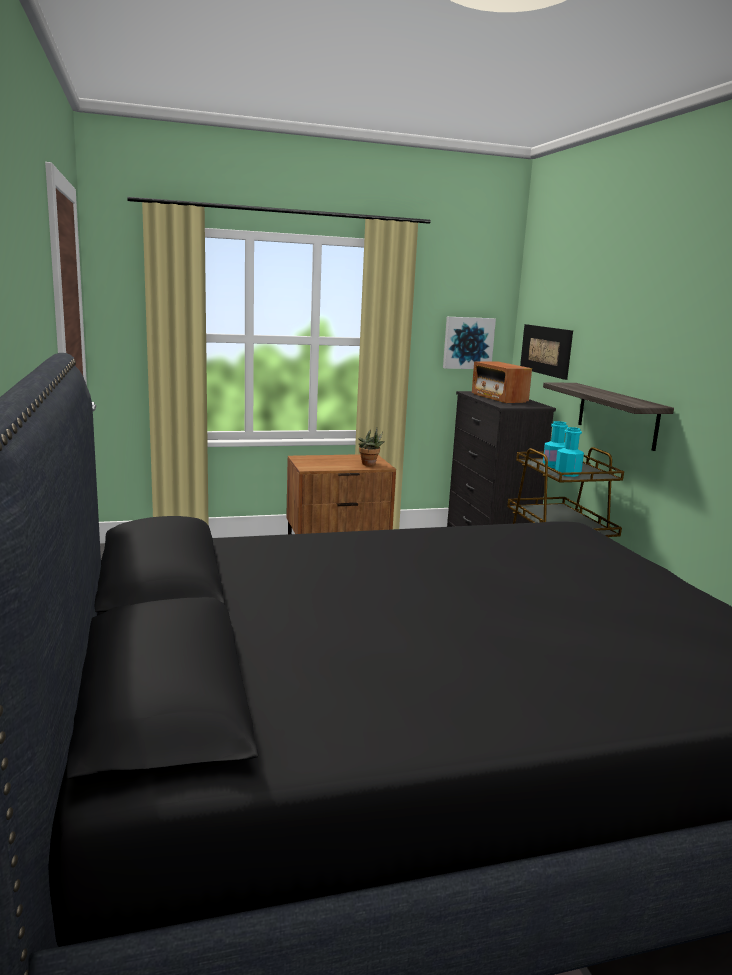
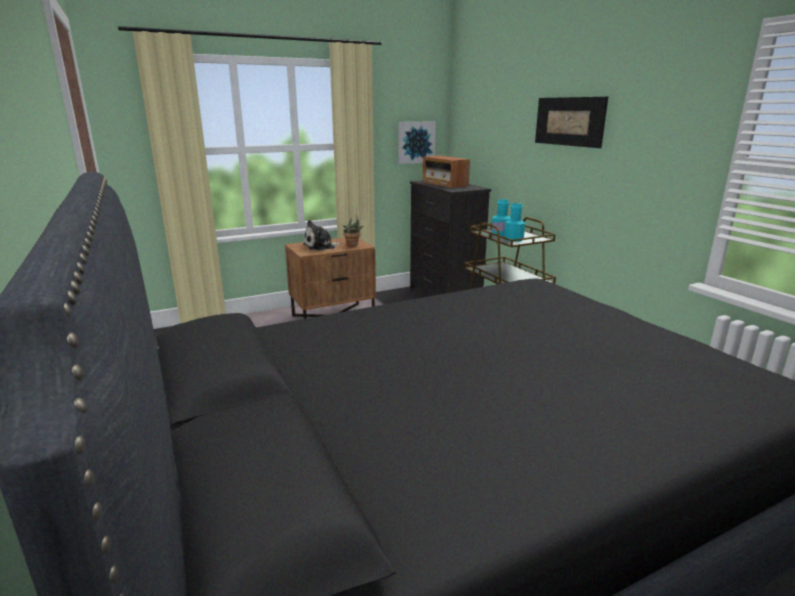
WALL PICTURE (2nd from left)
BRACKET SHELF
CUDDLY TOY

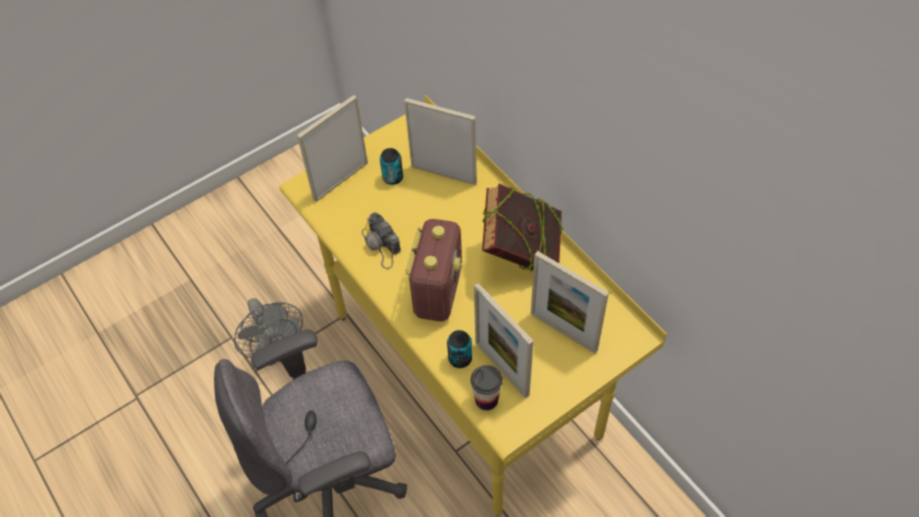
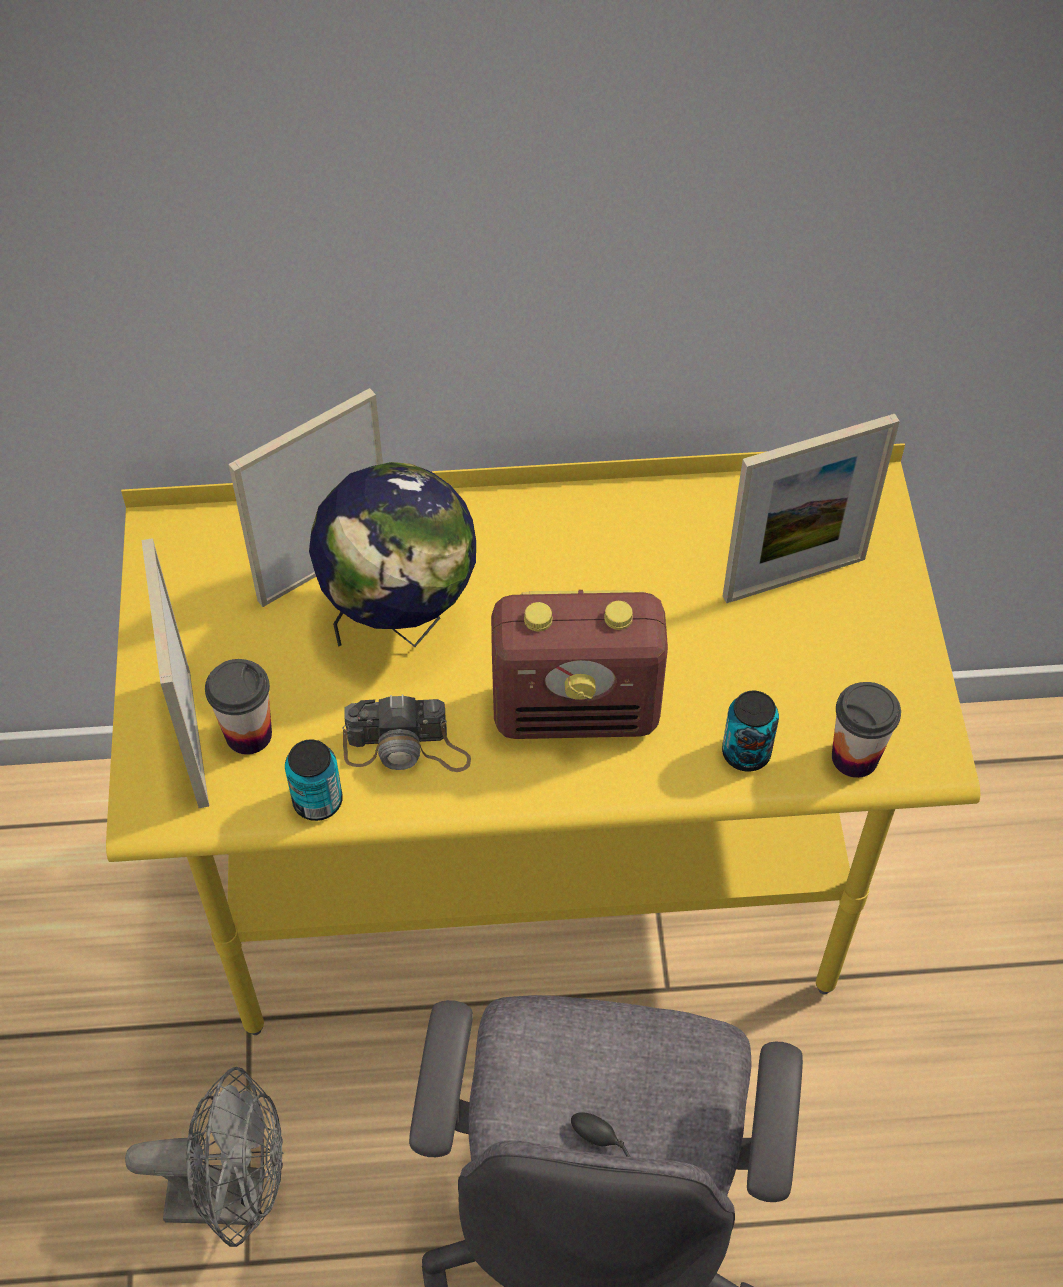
CAN (1st from left)
BOOK
RADIO RECEIVER
PICTURE FRAME (3rd from left in the first image)
GLOBE
SMALL CUP (1st from left)

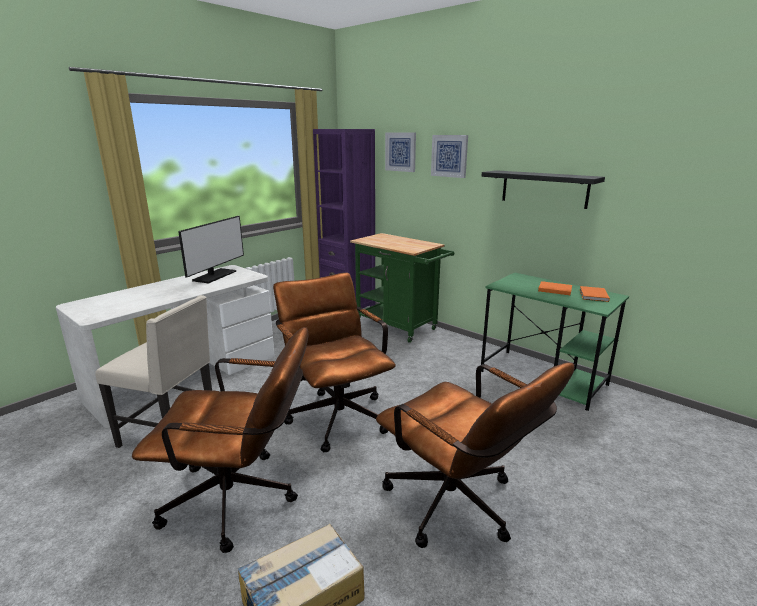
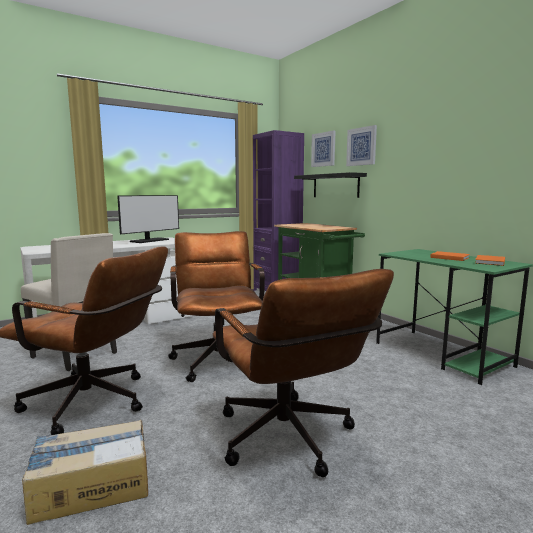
BLACK BRACKET SHELF

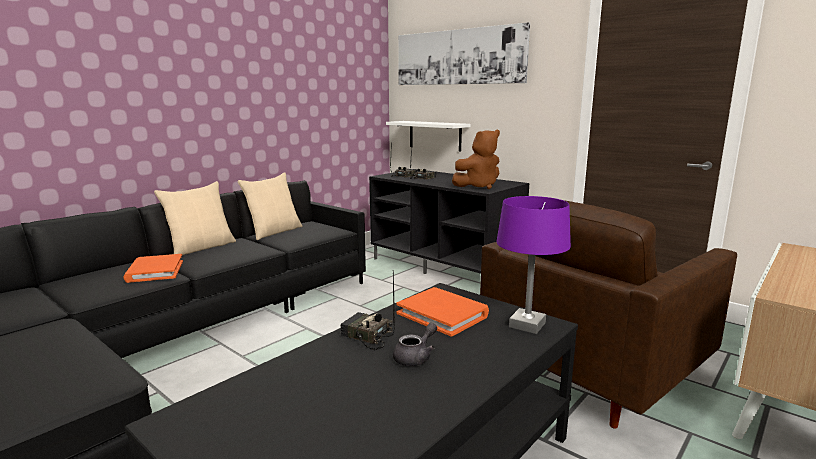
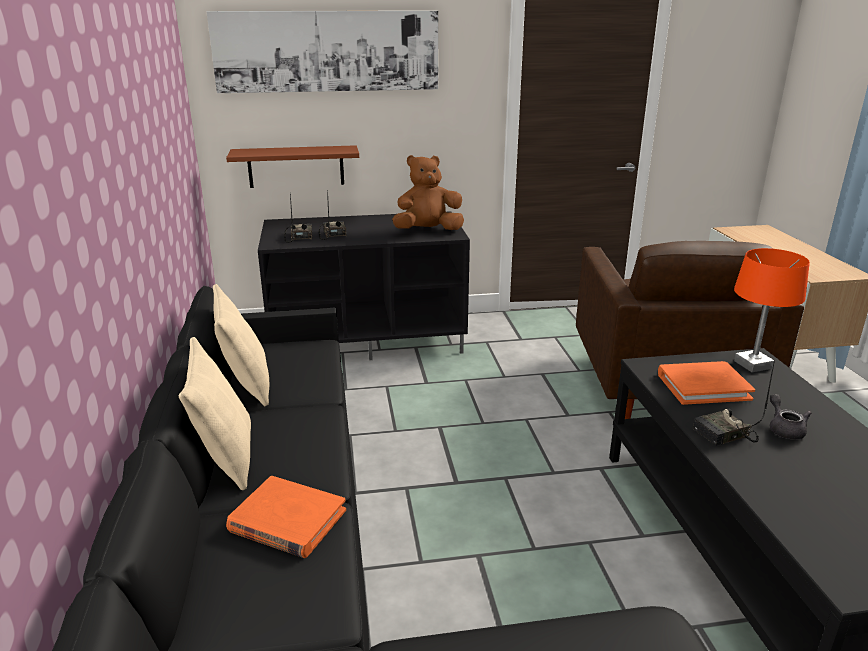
BROWNISH BRACKET SHELF
BROWNISH CUDDLY TOY
ORANGE TABLETOP LAMP

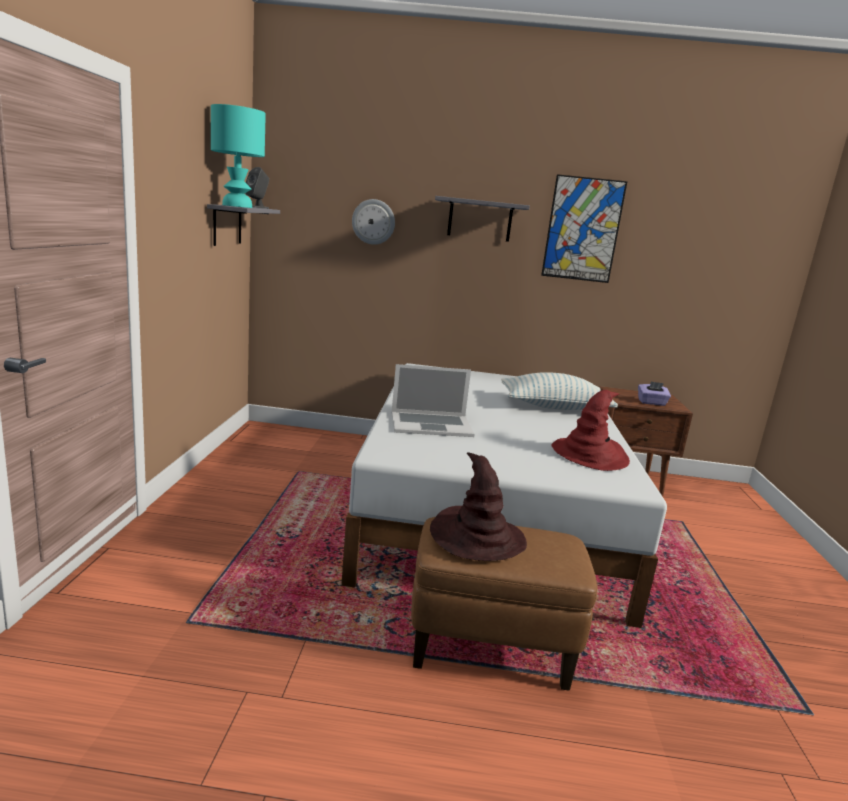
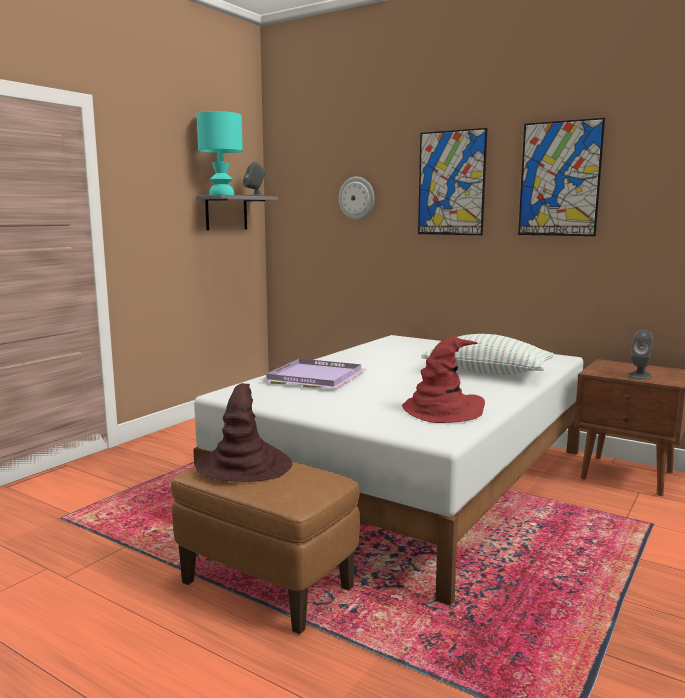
WALL PICTURE (1st from left)
PURPLISH SERVING TRAY
GREY LOUDSPEAKER (2nd from left)

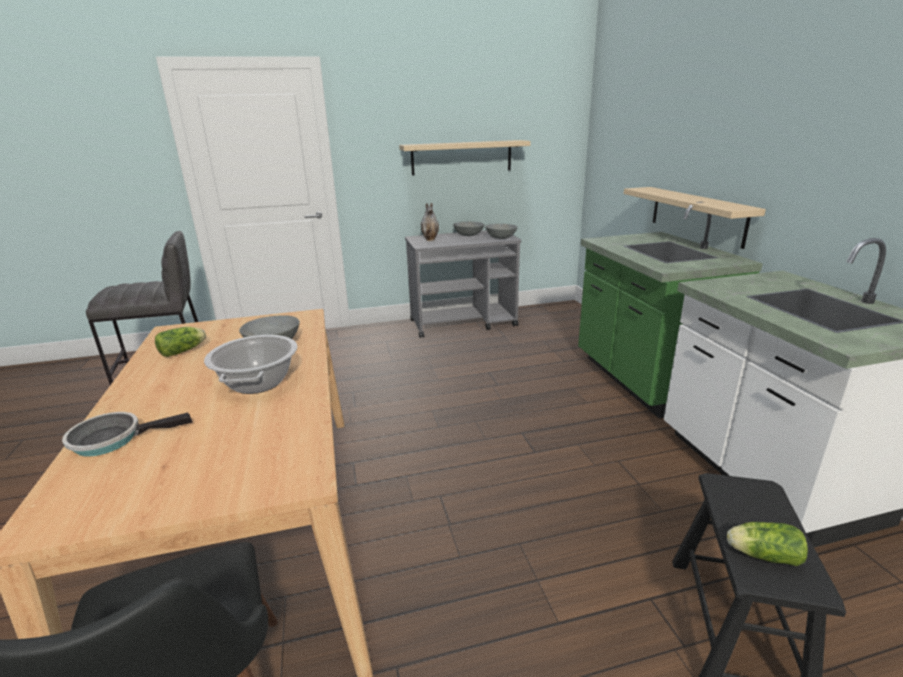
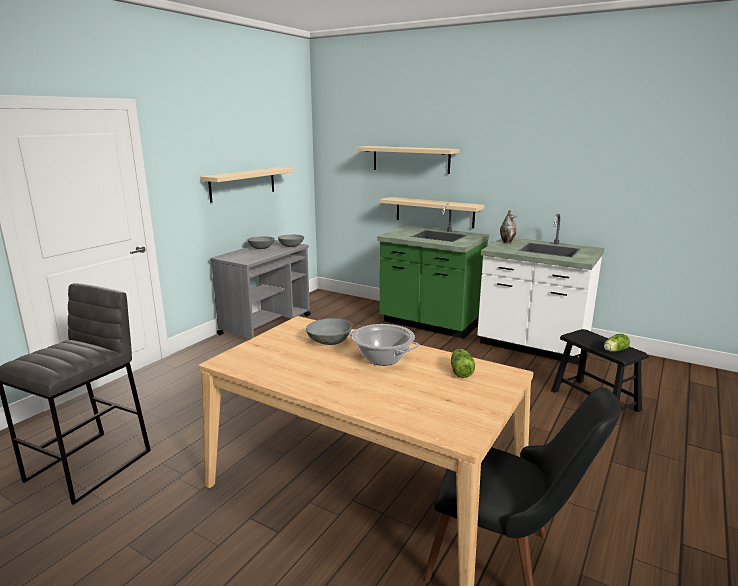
FLOWER VASE
HEAD OF LETTUCE (1st from left)
PAN
BEIGE-COLOURED BRACKET SHELF (2nd from left)

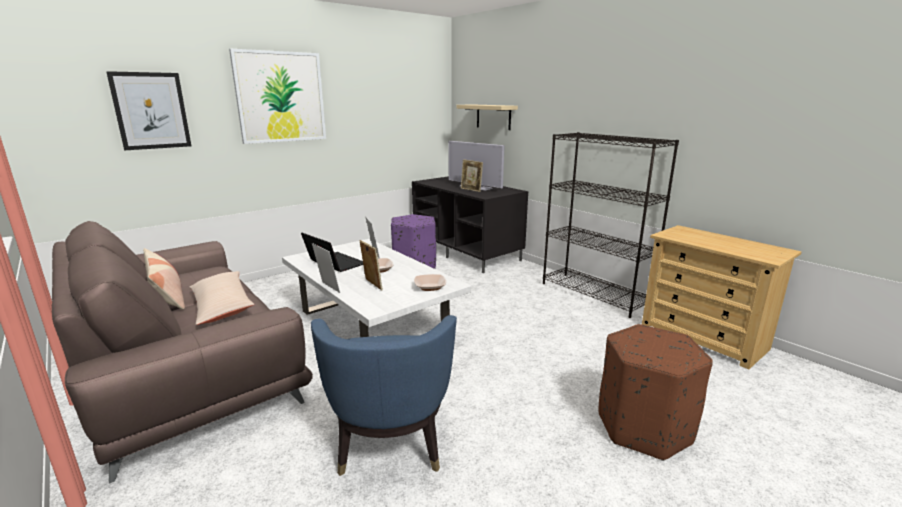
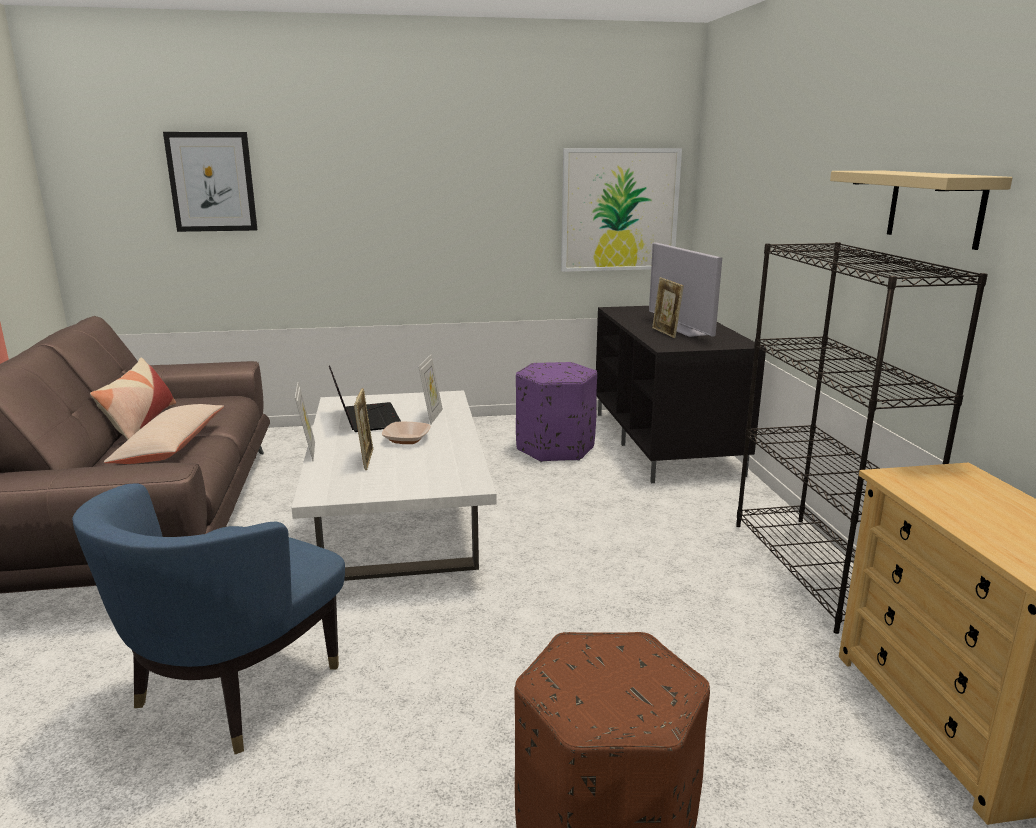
WALL PICTURE (2nd from left)
BEIGE-COLOURED BRACKET SHELF
BOWL (2nd from left in the first image)

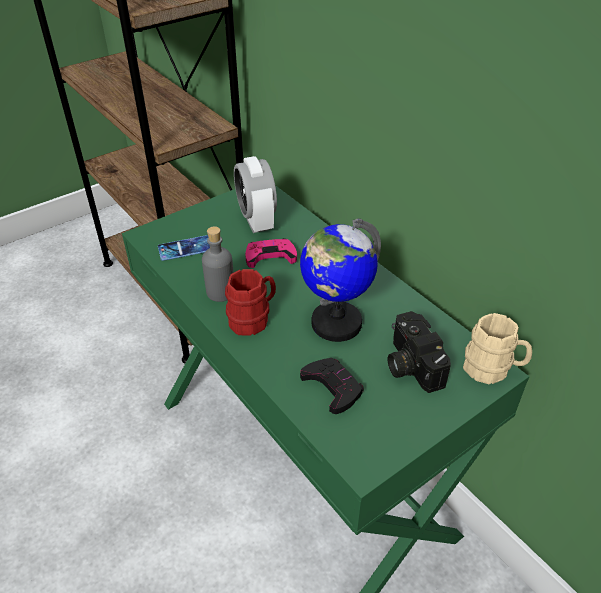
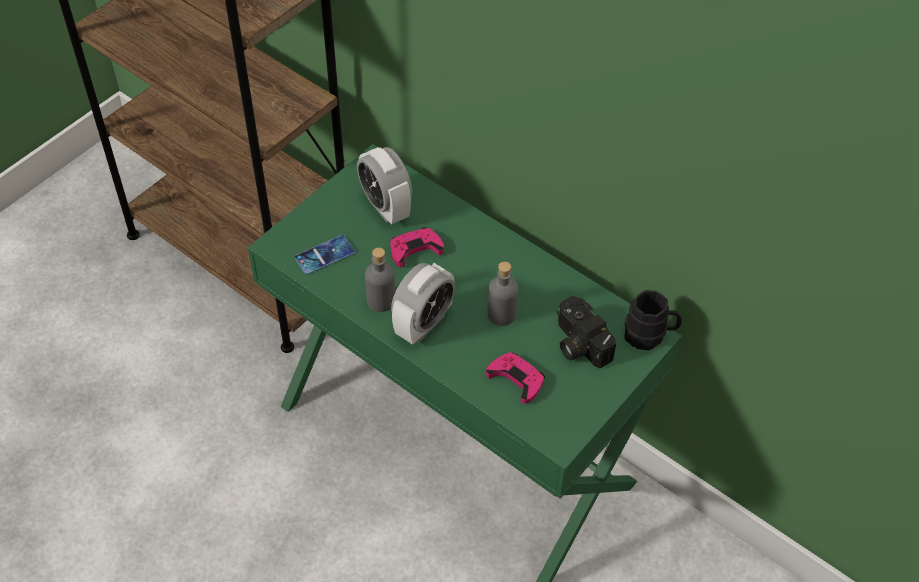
GREY DRINK BOTTLE (2nd from left)
ALARM CLOCK (2nd from left)
BLACK MUG
PINK-COLOURED JOYPAD (2nd from left)

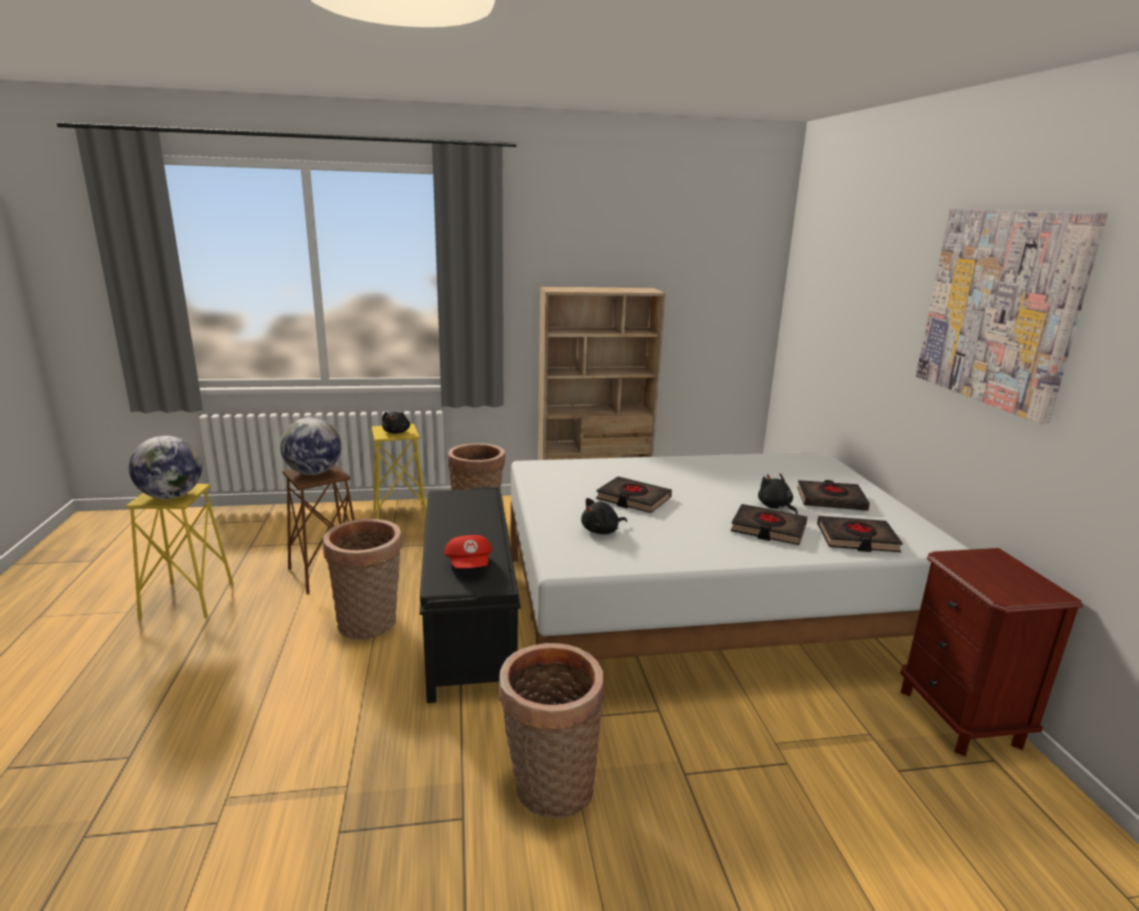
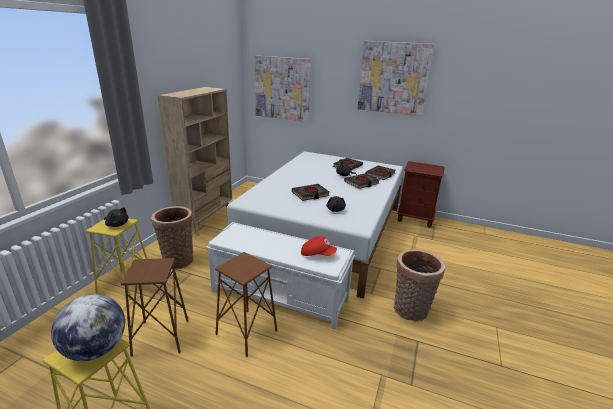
GLOBE (2nd from left in the first image)
WHITE-COLOURED BENCH
BROWNISH STOOL (2nd from left)
WALL PICTURE (1st from left)

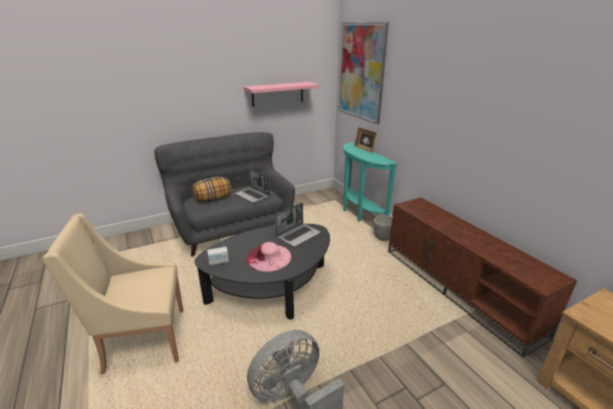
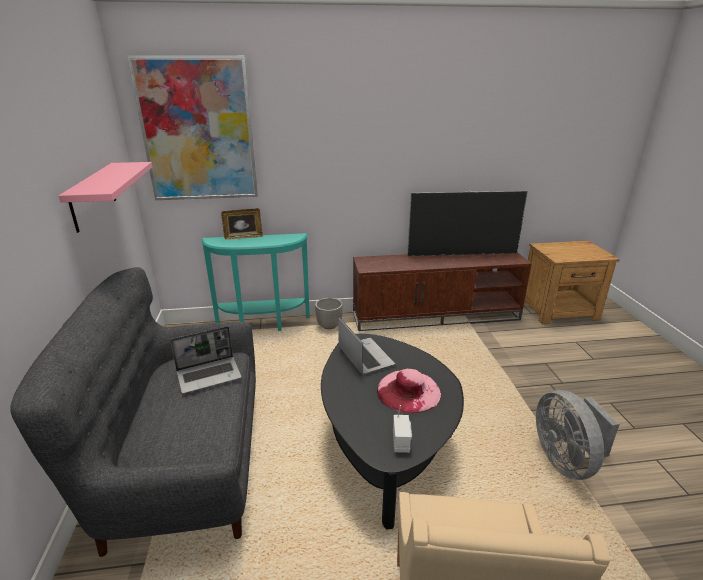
CUSHION
TELEVISION

